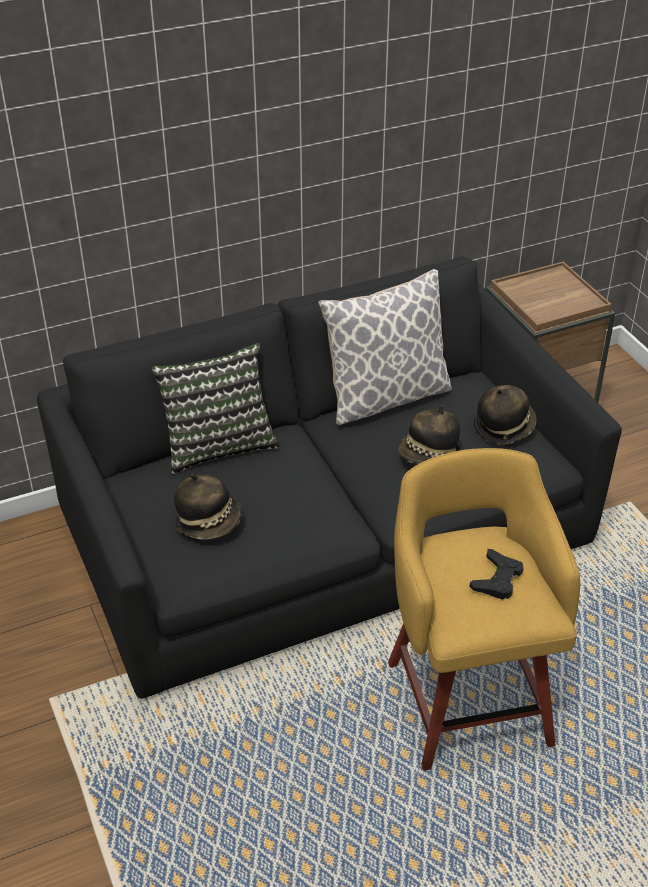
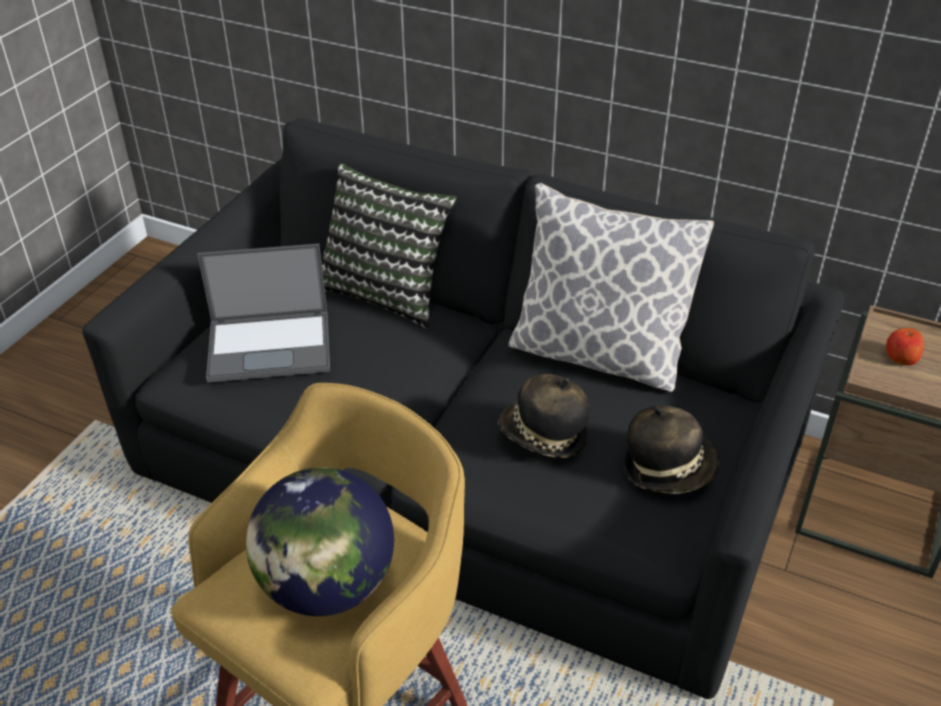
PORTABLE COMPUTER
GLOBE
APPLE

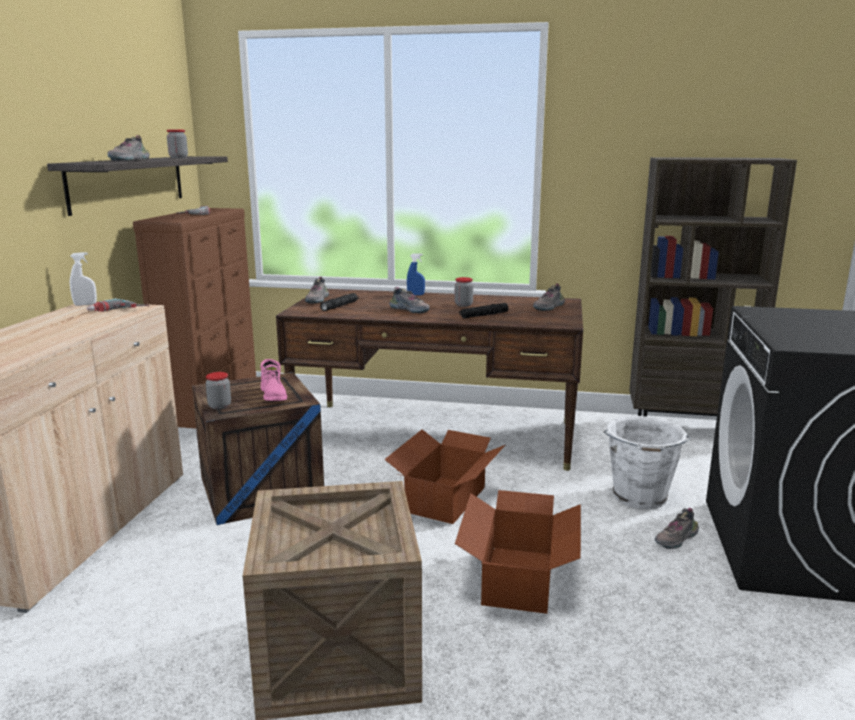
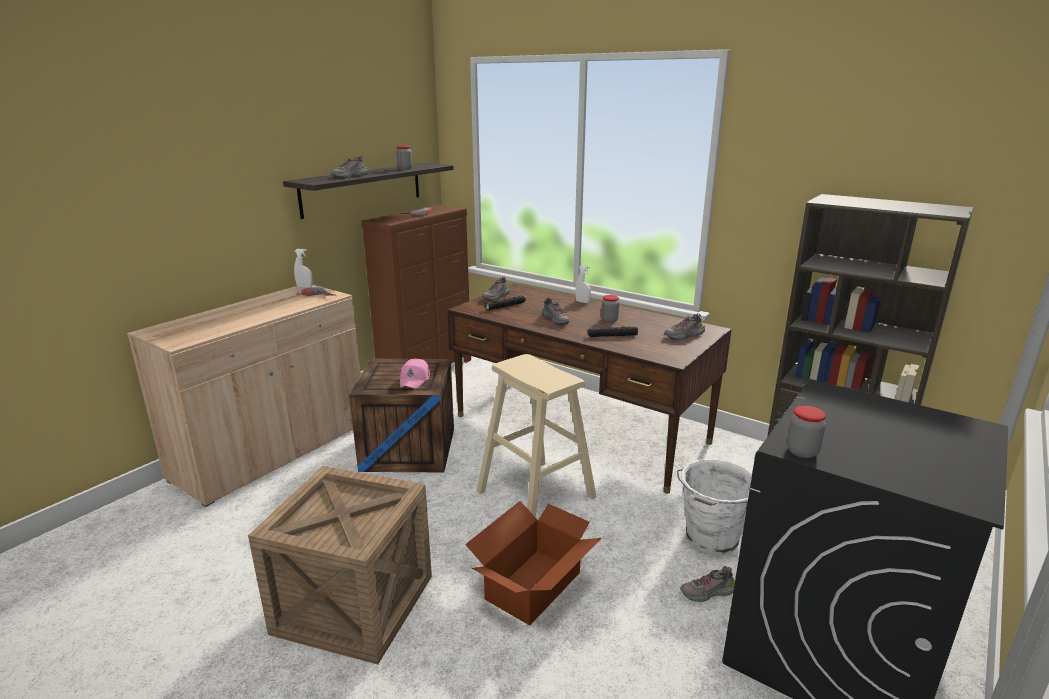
WHITE-COLOURED SPRAYER (2nd from left)
PINK-COLOURED BASEBALL CAP
STORAGE JAR (3rd from left)
BEIGE-COLOURED STOOL

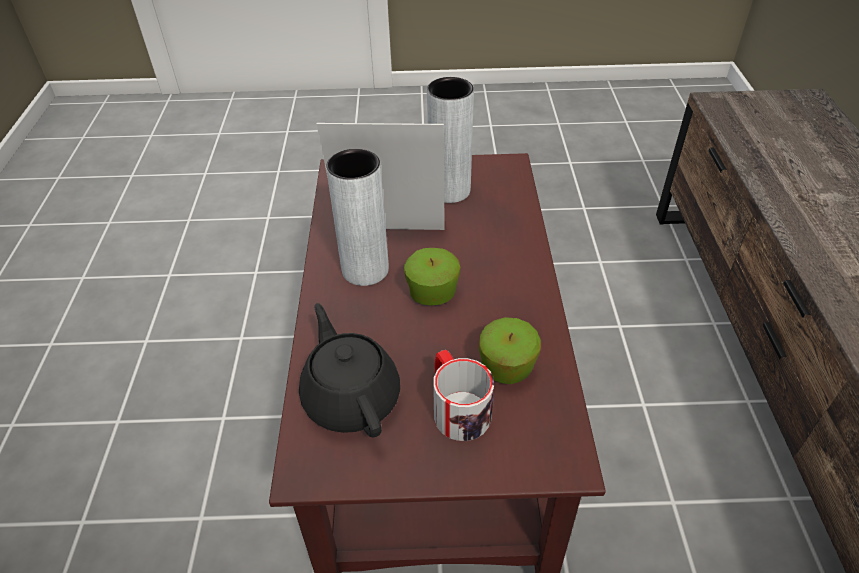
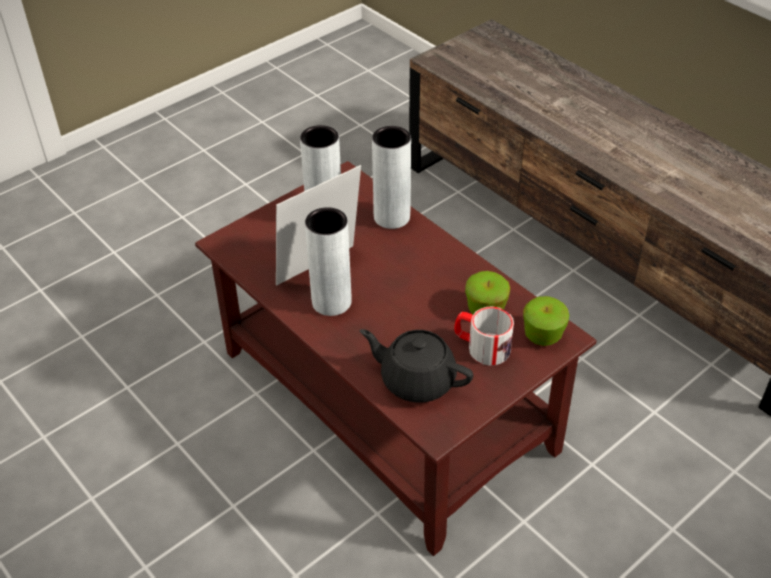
APPLE (2nd from left)
GREY FLOWER VASE (3rd from left)

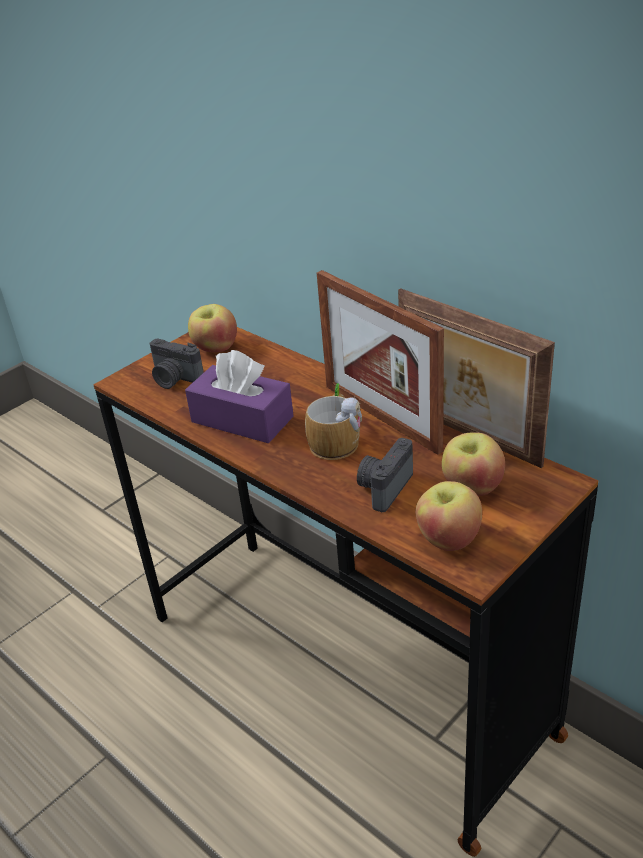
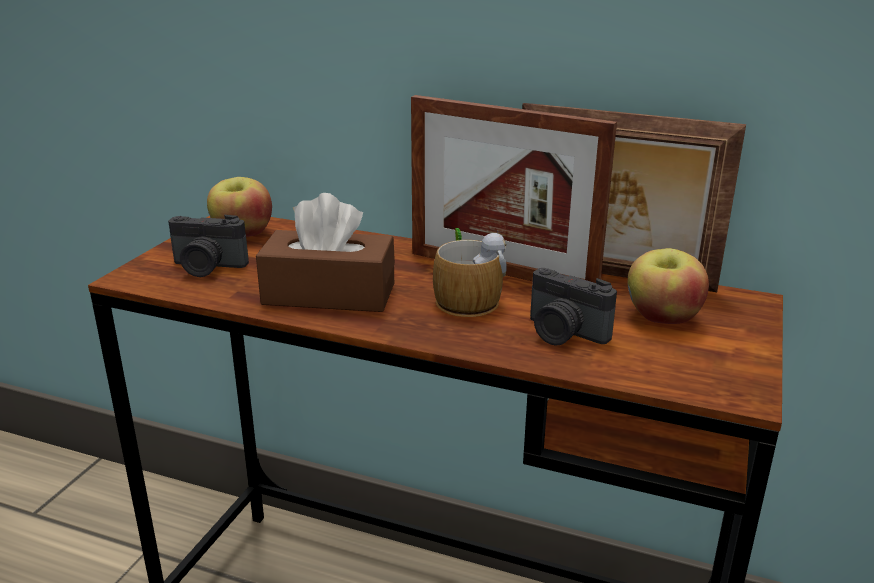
BROWNISH BOX OF TISSUES
PHOTO CAMERA (2nd from left)
APPLE (2nd from left in the first image)

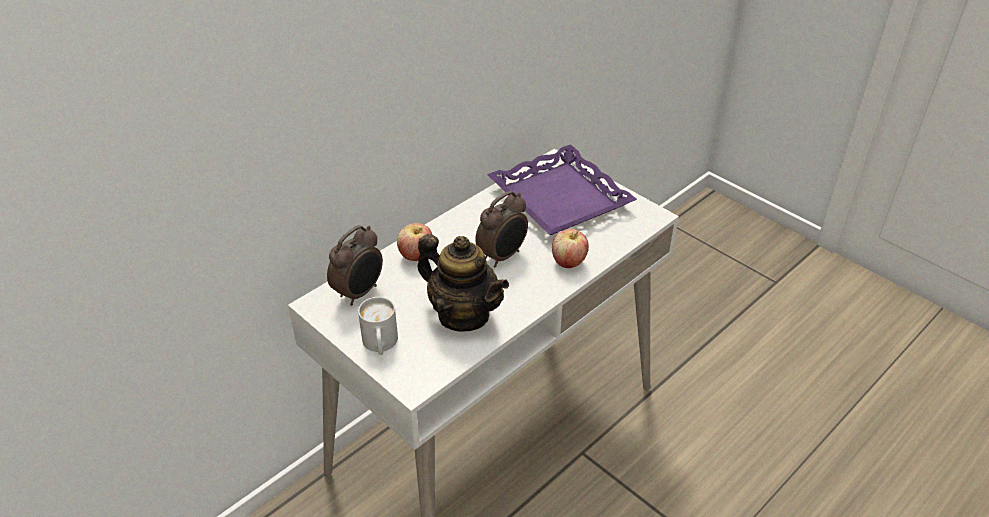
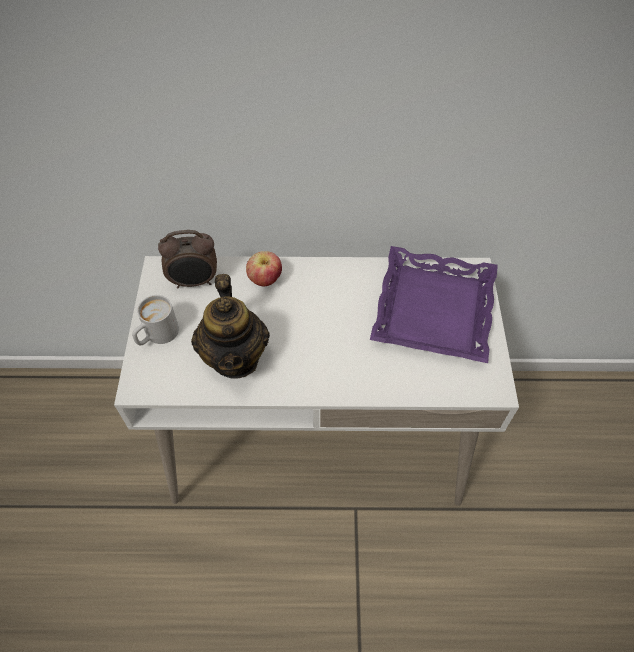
ALARM CLOCK (2nd from left in the first image)
APPLE (2nd from left in the first image)

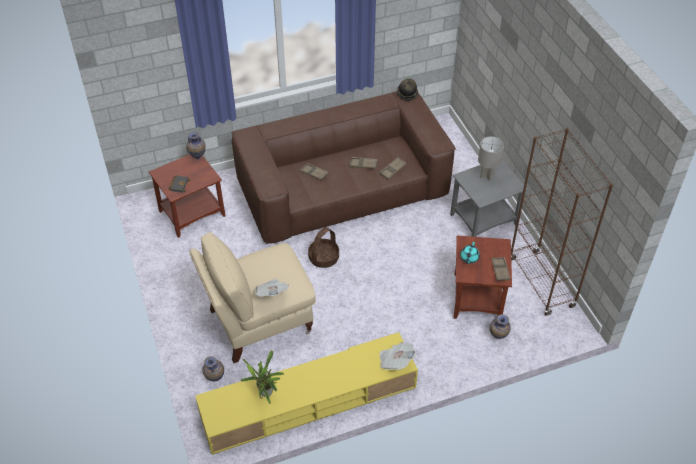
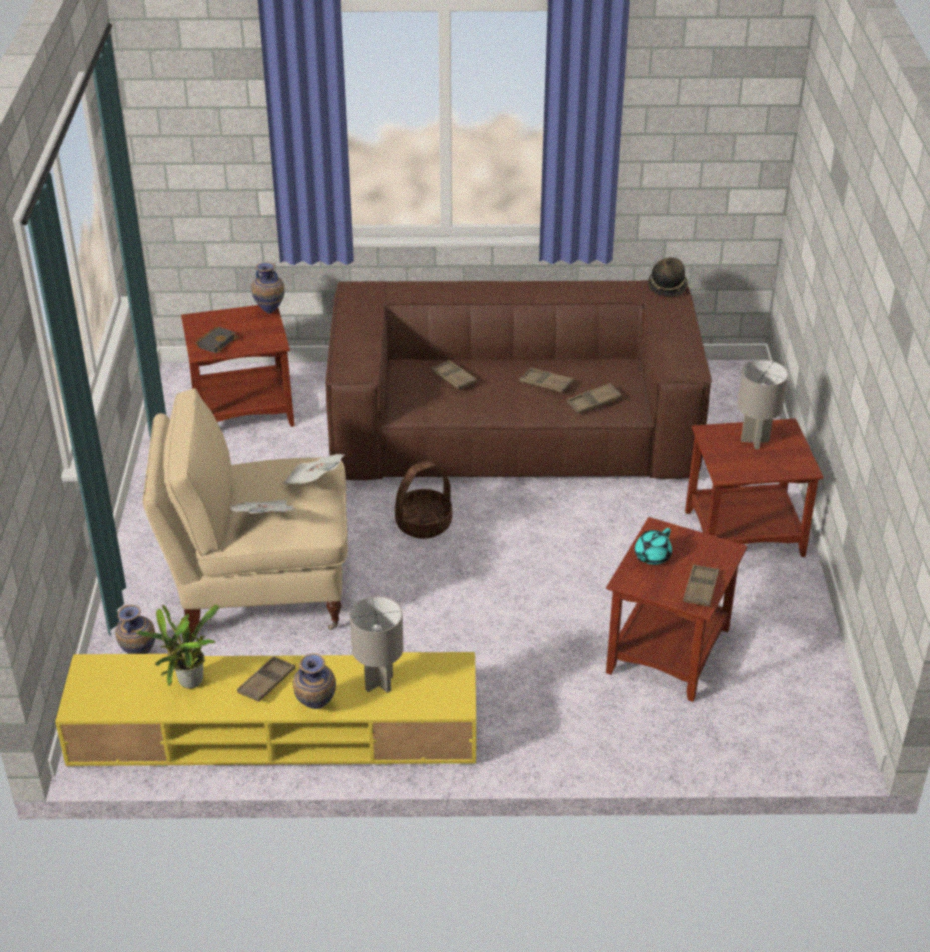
BROWNISH BOOKSHELF
BROWNISH ACCENT TABLE (3rd from left)
FLOWER VASE (3rd from left)
DAILY PAPER (2nd from left)
GREY TABLETOP LAMP (1st from left)
BROWNISH SERVING TRAY (1st from left)

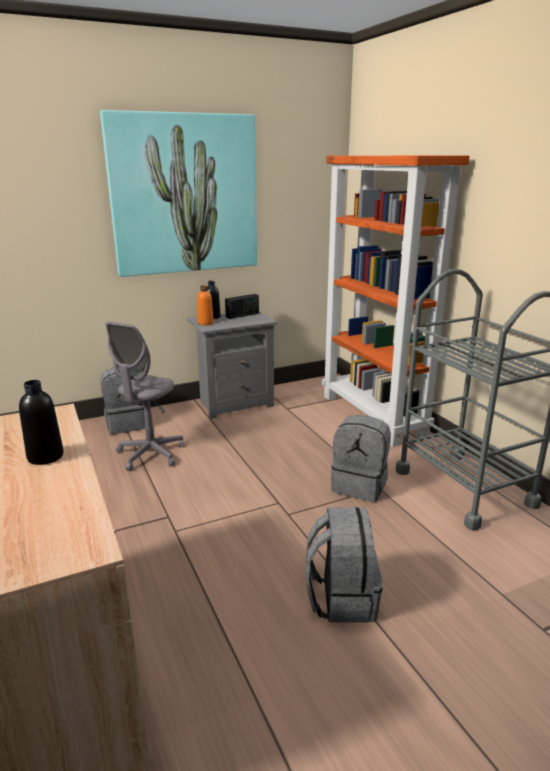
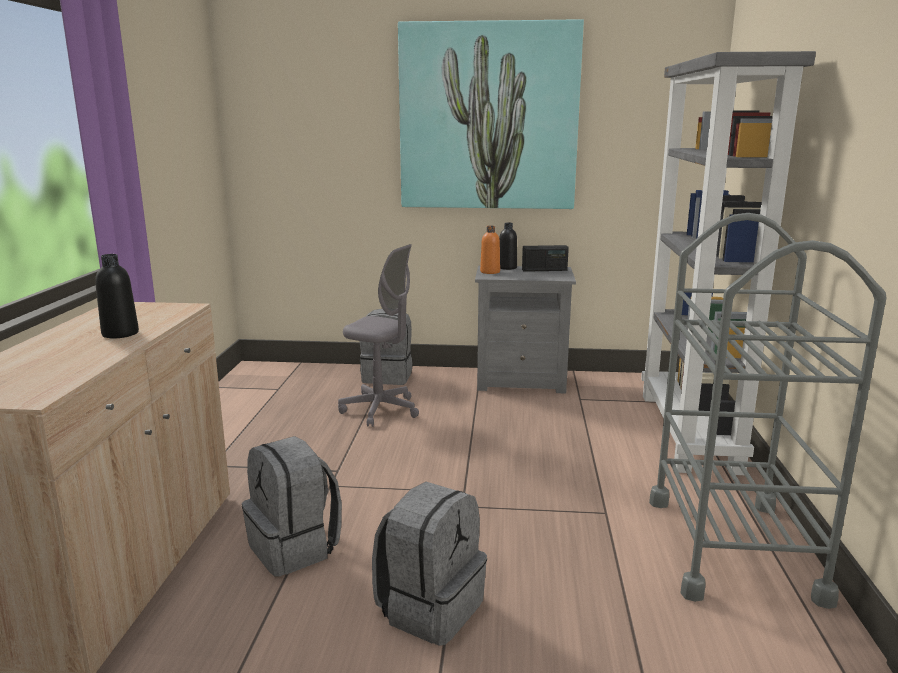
GREY BOOKSHELF
GREY COMPUTER CHAIR
GREY RUCKSACK (1st from left)

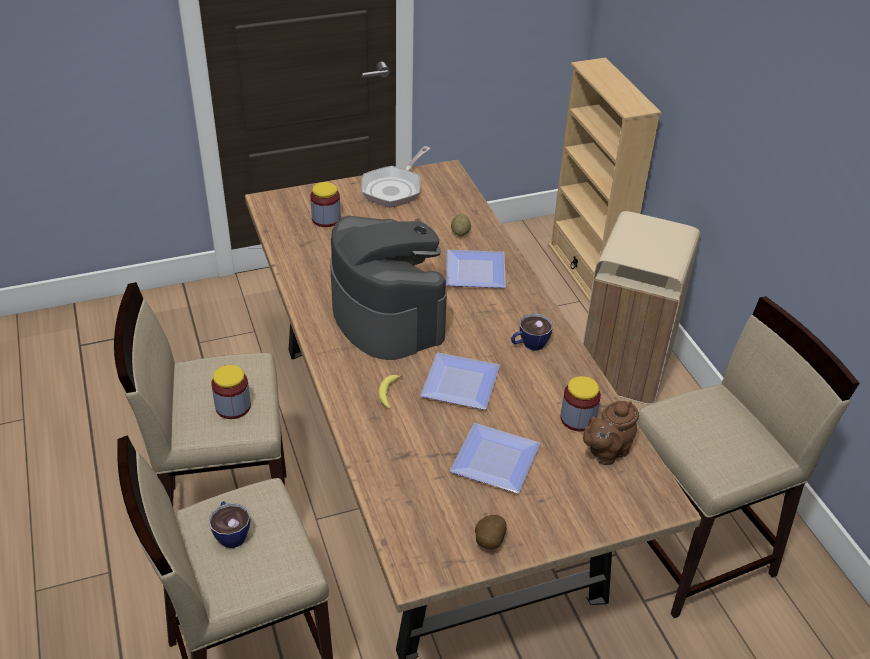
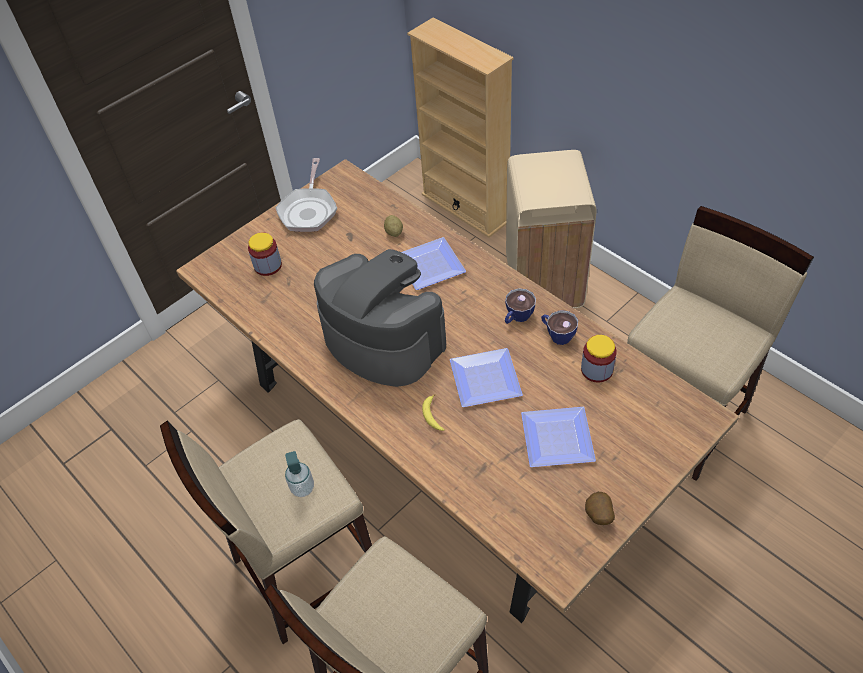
LIQUID SOAP BOTTLE
BROWNISH TEAPOT
SMALL CUP (2nd from left)

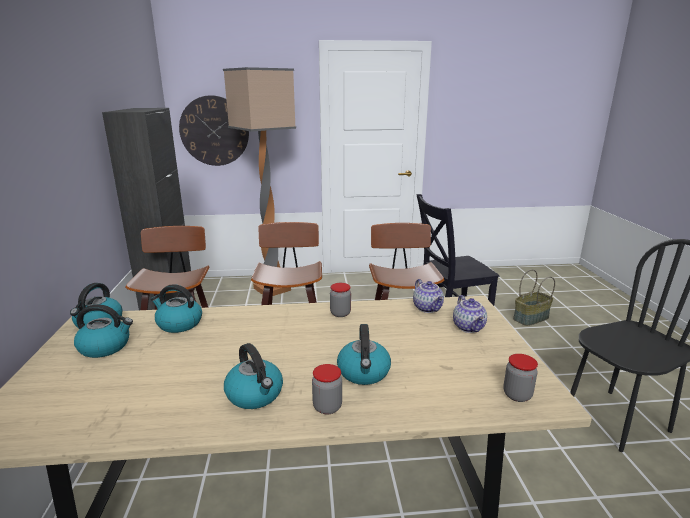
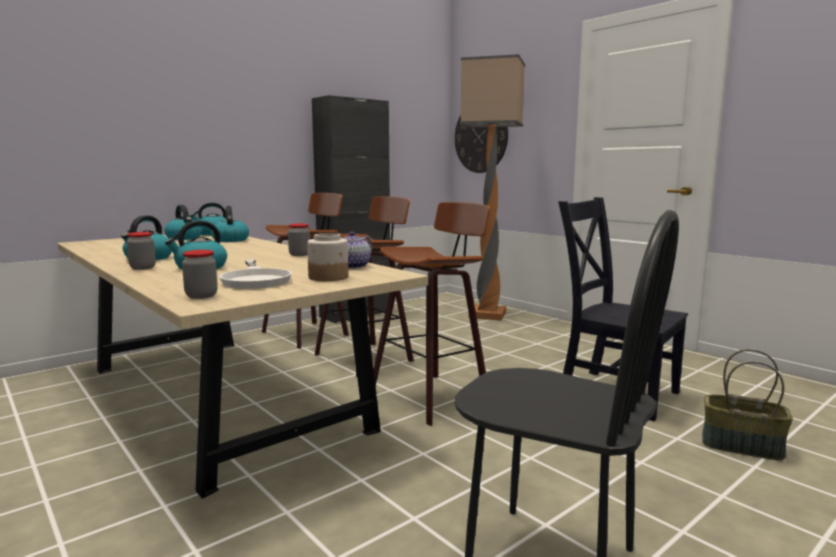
STORAGE JAR (4th from left)
WHITE-COLOURED PAN

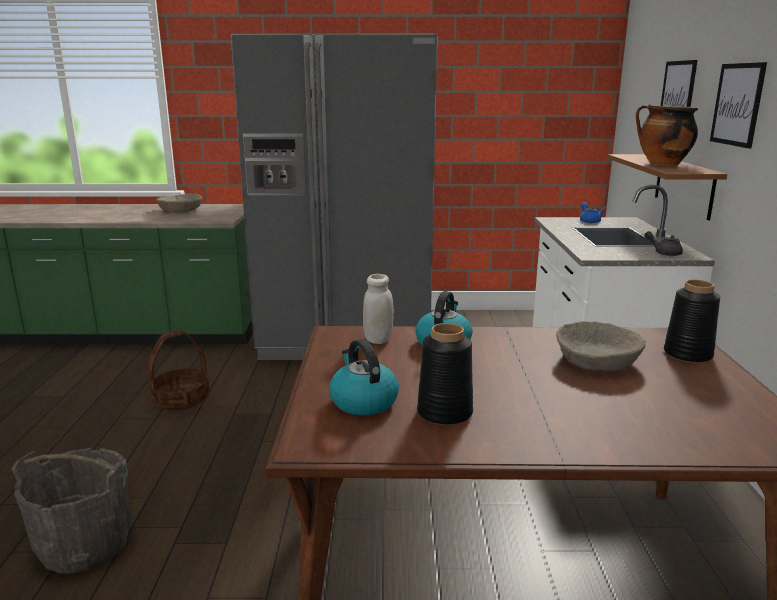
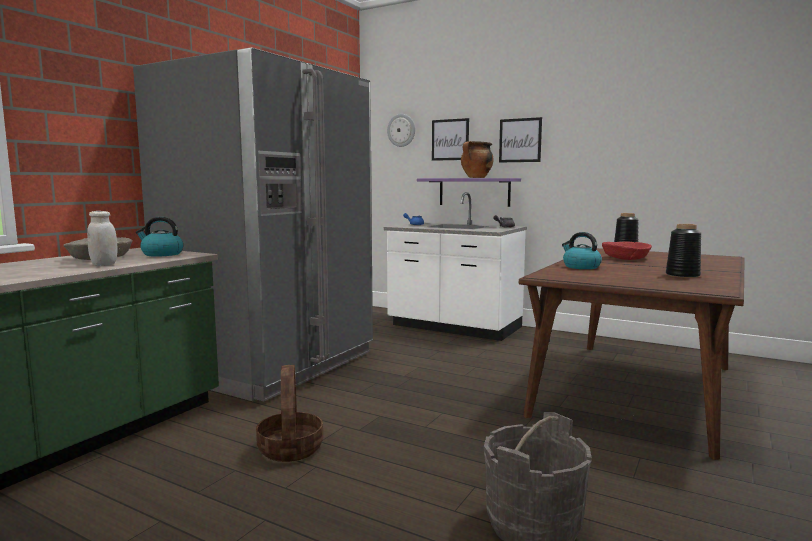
PURPLISH BRACKET SHELF
WHITE-COLOURED STORAGE JAR
RED BOWL
KETTLE (1st from left)
CLOCK ON THE WALL

